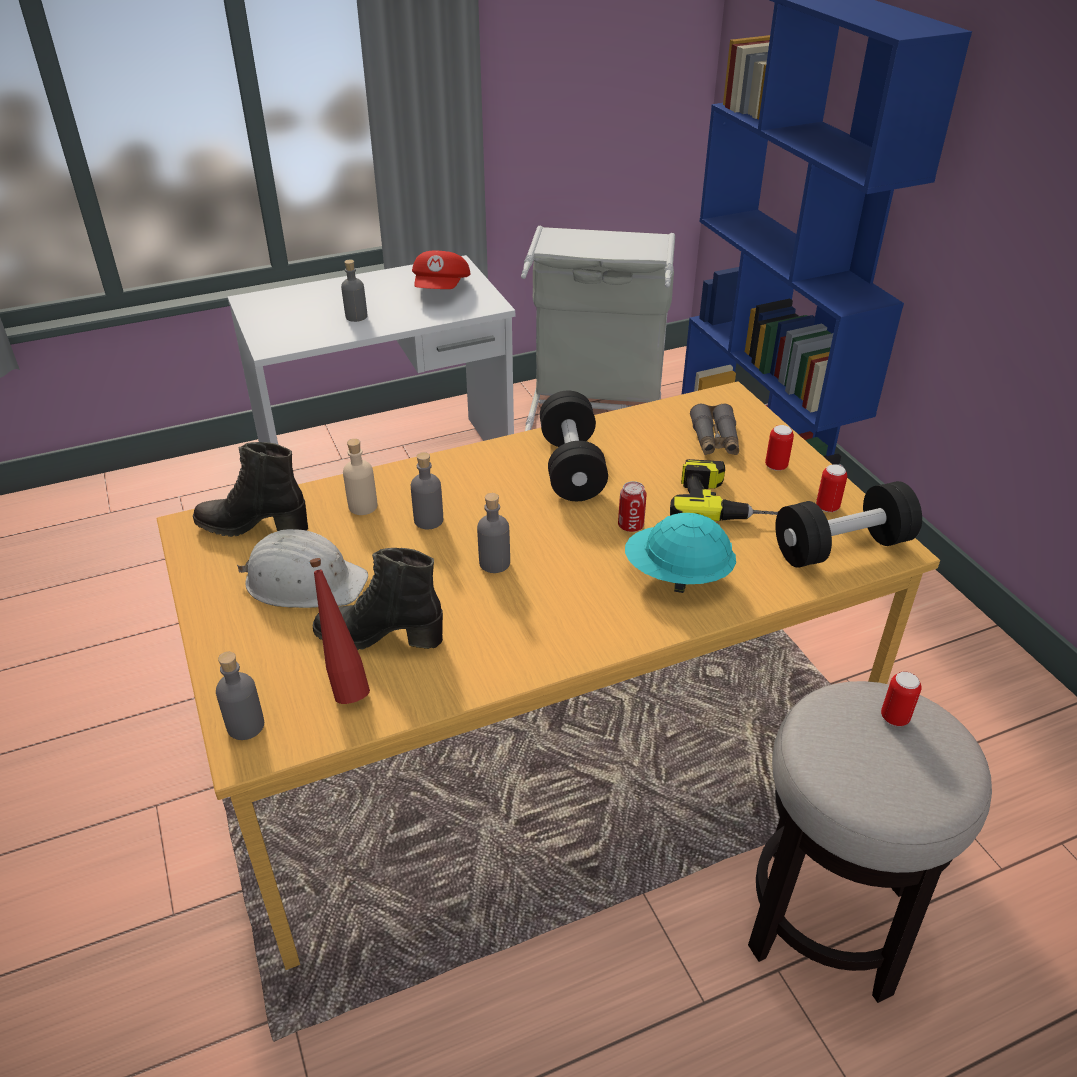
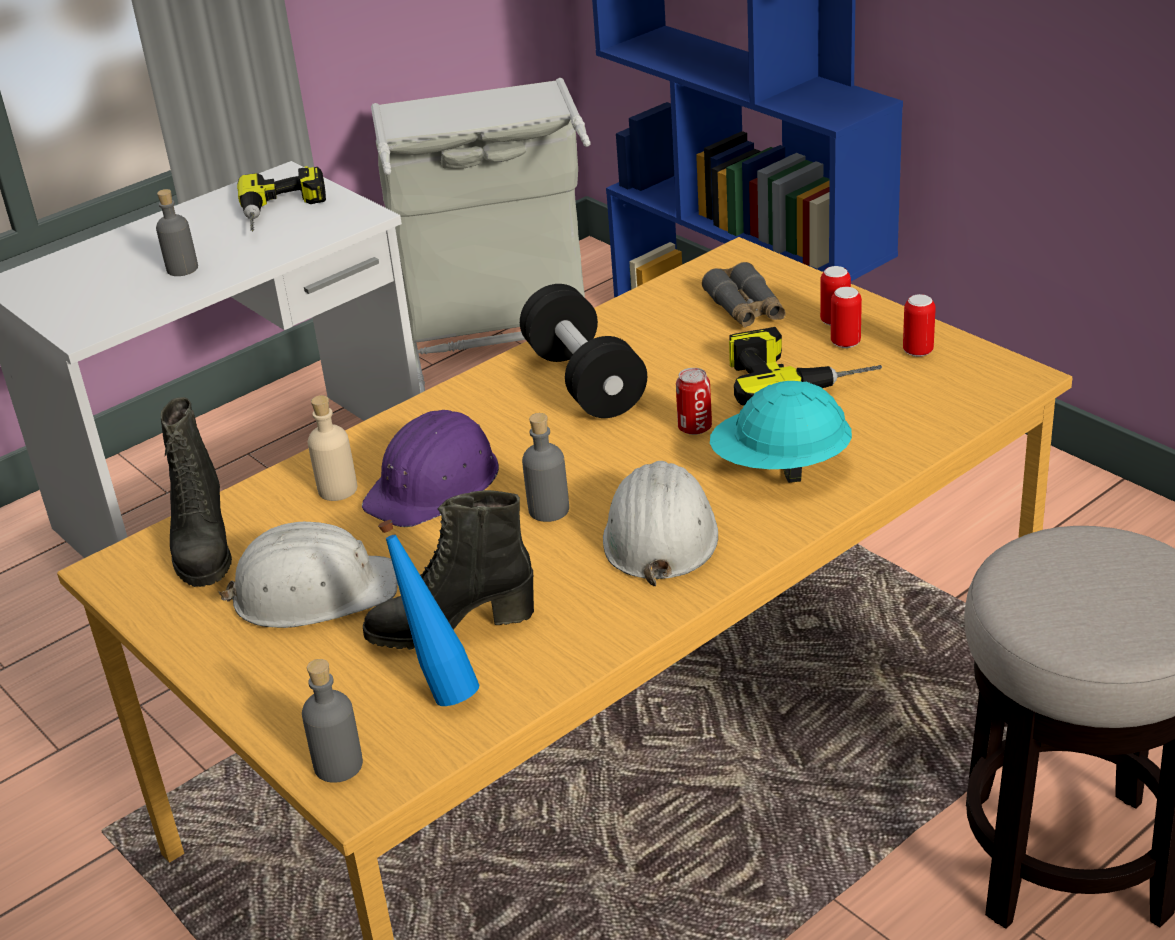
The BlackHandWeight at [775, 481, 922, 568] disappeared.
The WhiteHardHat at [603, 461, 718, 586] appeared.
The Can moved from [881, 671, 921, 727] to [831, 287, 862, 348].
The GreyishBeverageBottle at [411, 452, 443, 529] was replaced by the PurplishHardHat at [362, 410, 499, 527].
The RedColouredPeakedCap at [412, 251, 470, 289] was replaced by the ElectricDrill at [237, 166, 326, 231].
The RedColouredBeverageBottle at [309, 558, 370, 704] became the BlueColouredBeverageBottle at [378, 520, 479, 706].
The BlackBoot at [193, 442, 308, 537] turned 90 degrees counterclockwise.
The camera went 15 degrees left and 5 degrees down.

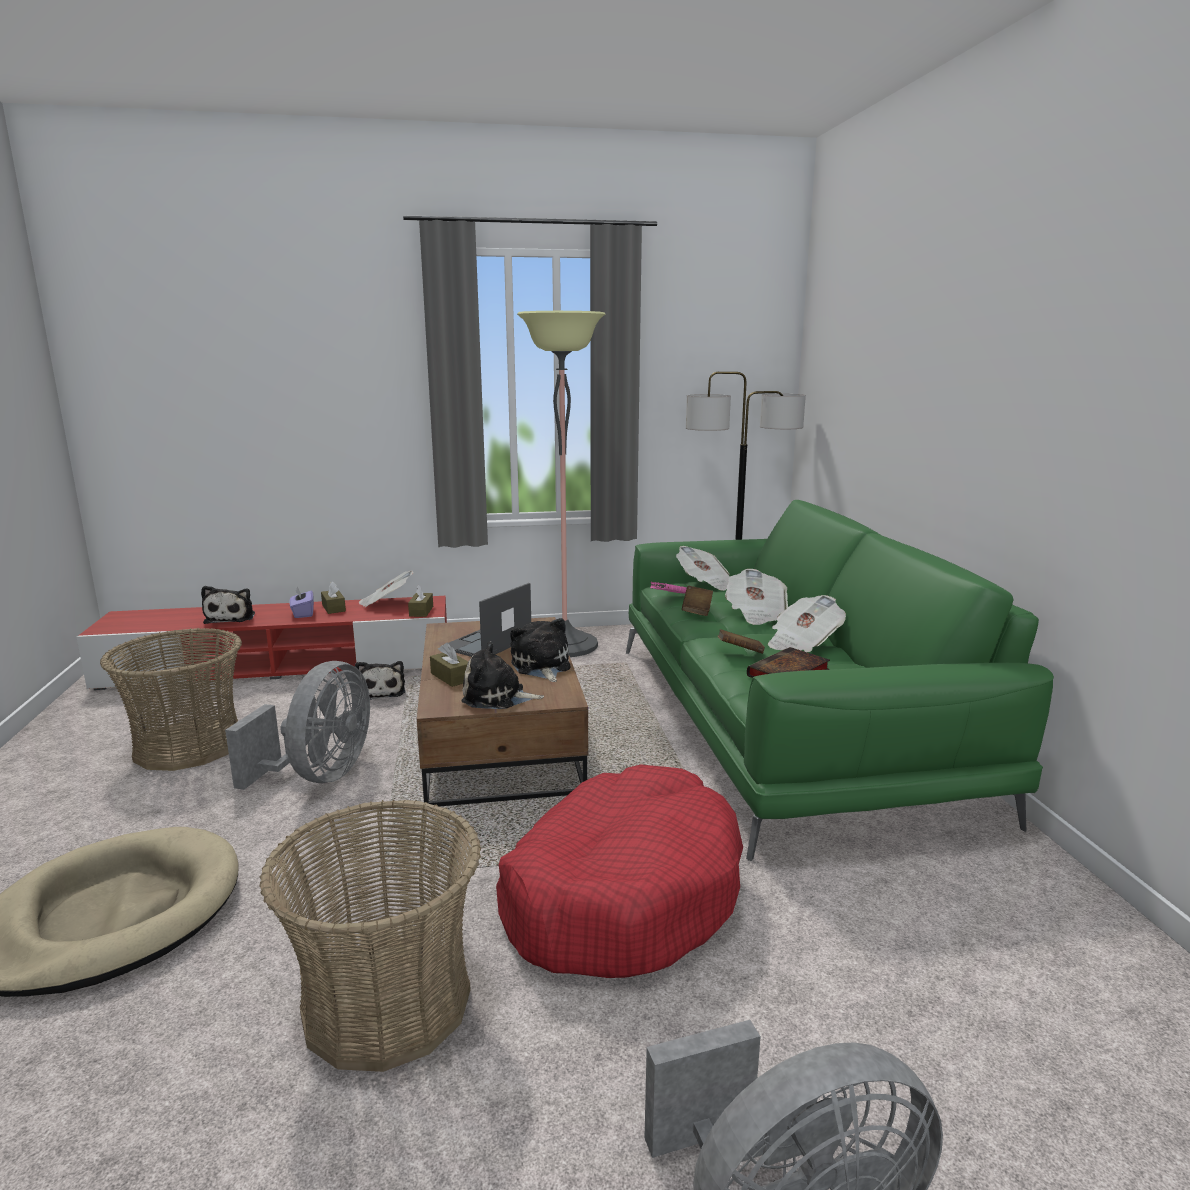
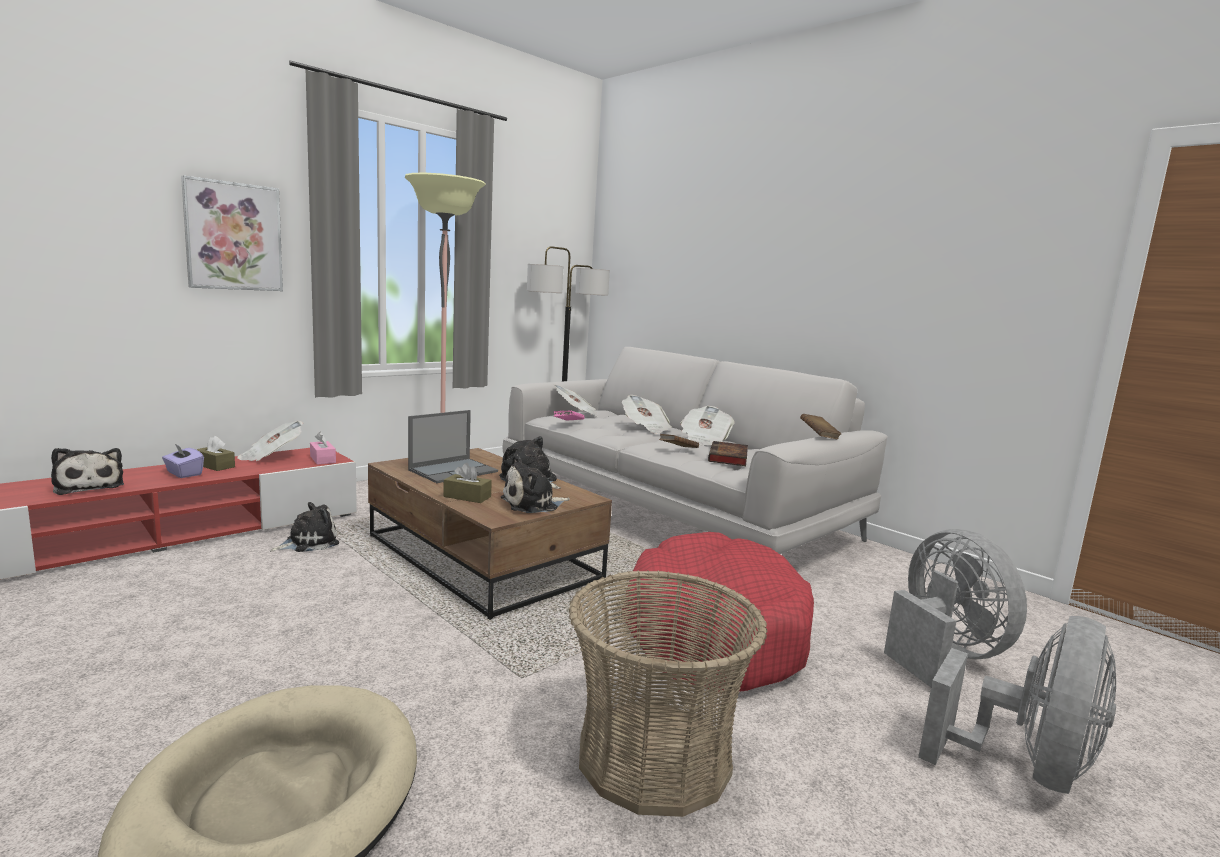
The Basket at [100, 628, 242, 771] disappeared.
The WallPicture at [181, 175, 283, 291] appeared.
The GreyishElectricFan moved from [225, 661, 370, 790] to [884, 529, 1027, 687].
The BrownColouredVolume moved from [682, 586, 713, 616] to [800, 414, 841, 439].
The BrownColouredTissueBox at [408, 584, 433, 617] became the PinkColouredTissueBox at [310, 432, 336, 465].
The GreenishSettee at [626, 500, 1054, 861] became the GreyishSettee at [502, 347, 888, 554].
The SoftToy at [355, 661, 405, 700] turned 75 degrees counterclockwise.
The PortableComputer at [449, 583, 531, 657] turned 135 degrees counterclockwise.
The camera went 35 degrees left and 5 degrees down.

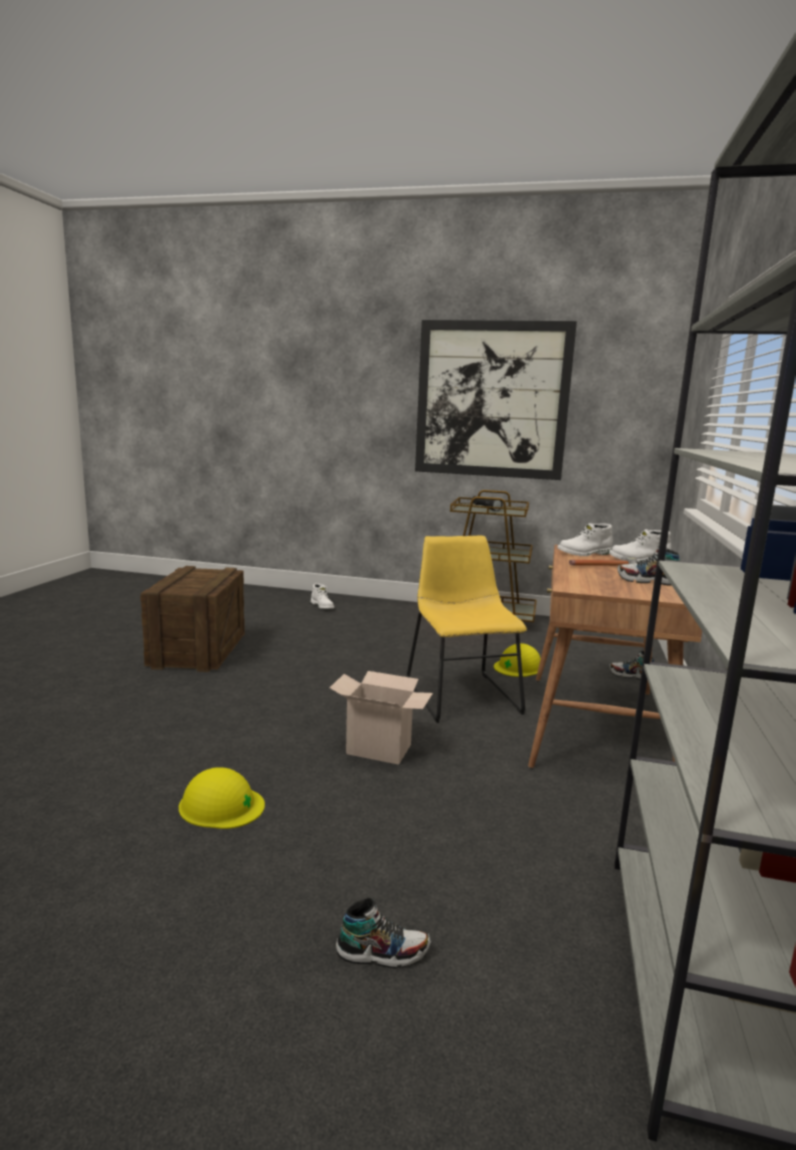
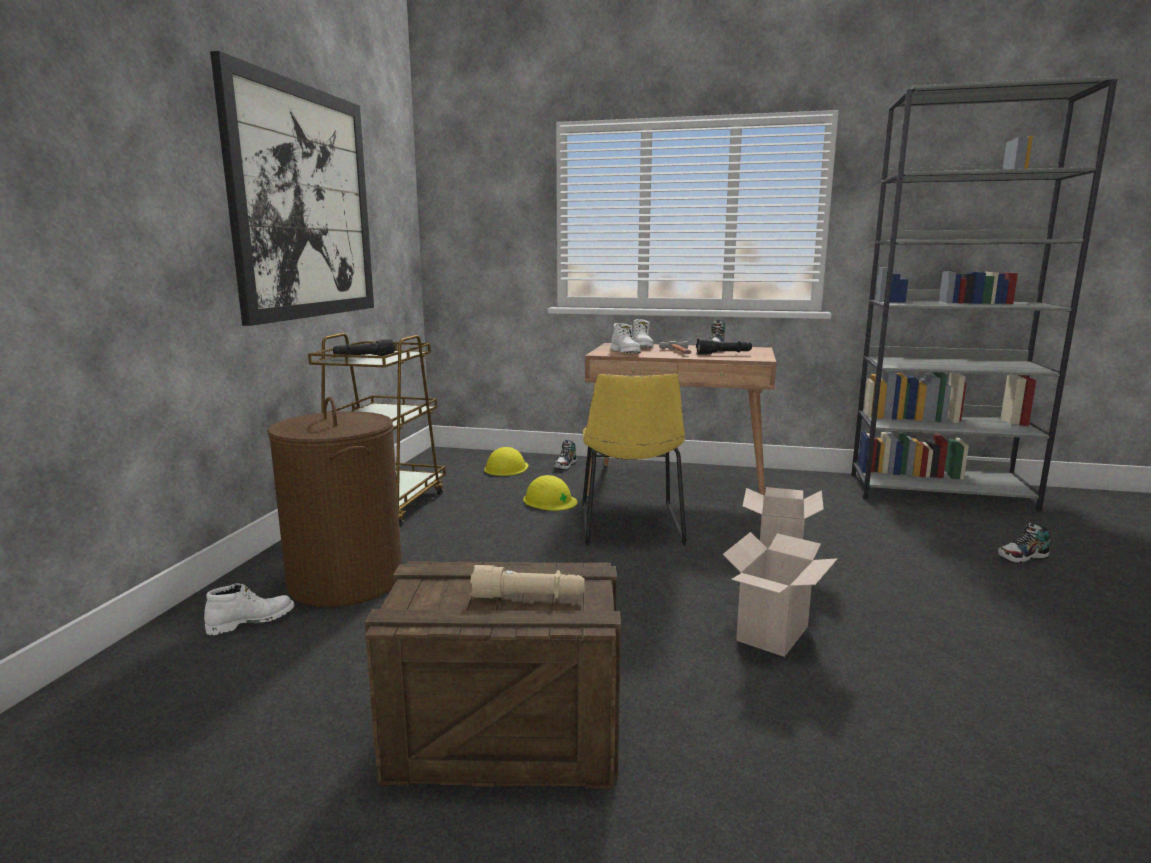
The BrownColouredHamper at [267, 397, 402, 607] appeared.
The BeigeColouredHandTorch at [470, 565, 585, 599] appeared.
The BlackHandTorch at [696, 339, 752, 354] appeared.
The CardboardBox at [723, 532, 838, 657] appeared.
The YellowishHardHat moved from [179, 767, 265, 829] to [484, 447, 528, 476].
The ItemOfFootwear at [336, 898, 430, 968] turned 105 degrees counterclockwise.
The YellowishUprightChair at [406, 536, 527, 723] turned 75 degrees counterclockwise.
The camera went 90 degrees left and 0 degrees up.

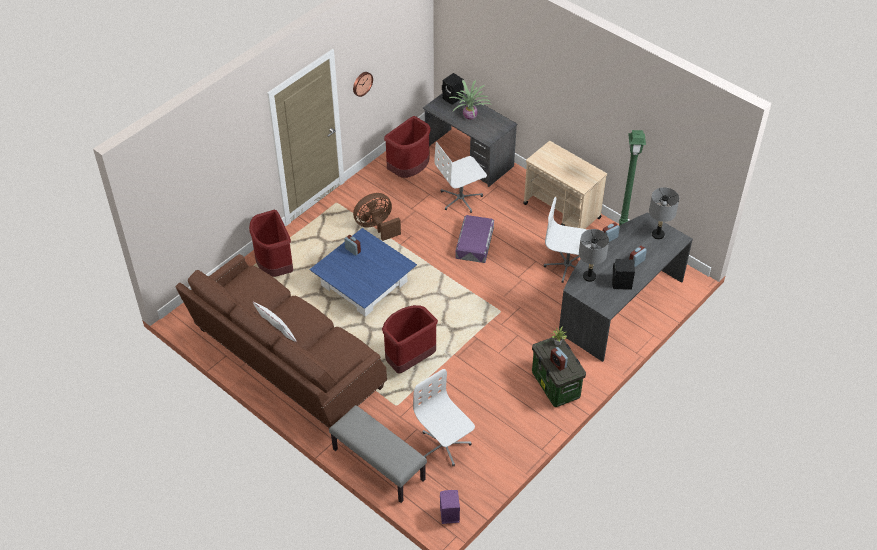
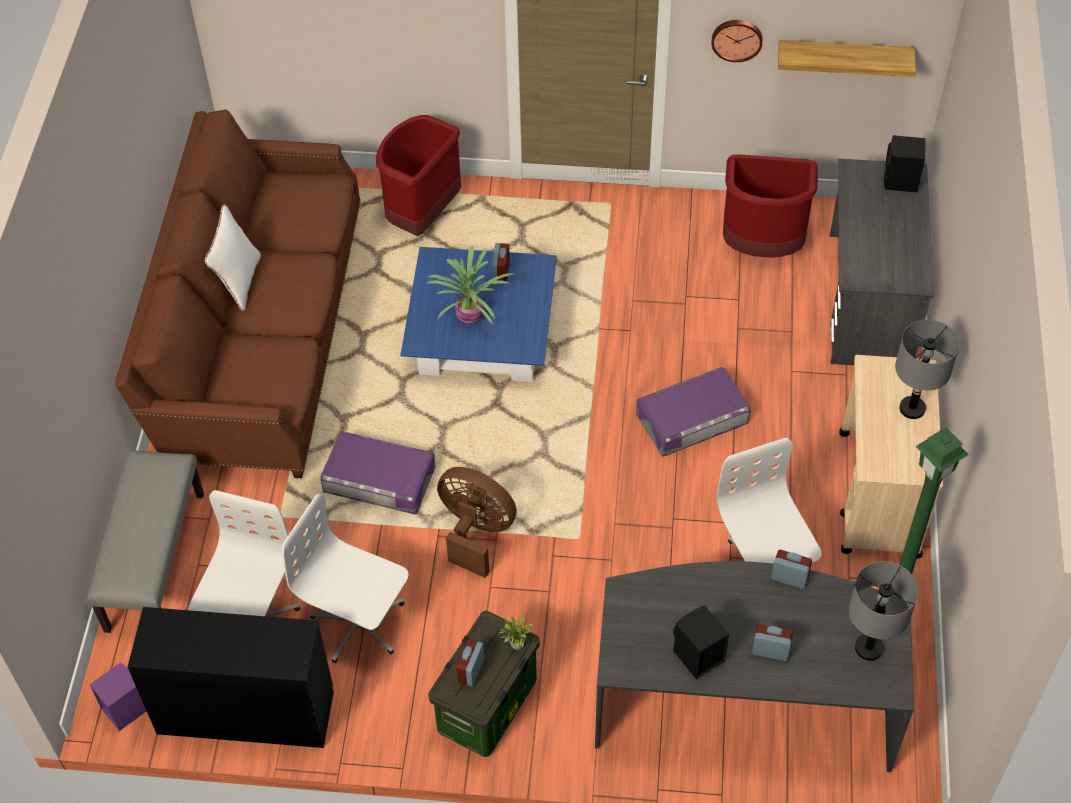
The BlackDeskTable at [128, 607, 334, 748] appeared.
The BracketShelf at [778, 40, 916, 77] appeared.
The BrownColouredElectricFan moved from [353, 193, 401, 241] to [437, 467, 517, 578].
The WhiteDeskChair moved from [434, 142, 487, 213] to [282, 494, 409, 663].
The PottedPlant moved from [449, 80, 493, 120] to [425, 245, 515, 325].
The GreyishTableLamp moved from [579, 229, 609, 282] to [895, 320, 959, 419].
The RedColouredWasteBin at [382, 305, 438, 374] was replaced by the PurplishStorageBox at [320, 431, 436, 514].
The camera went 55 degrees right and 5 degrees up.

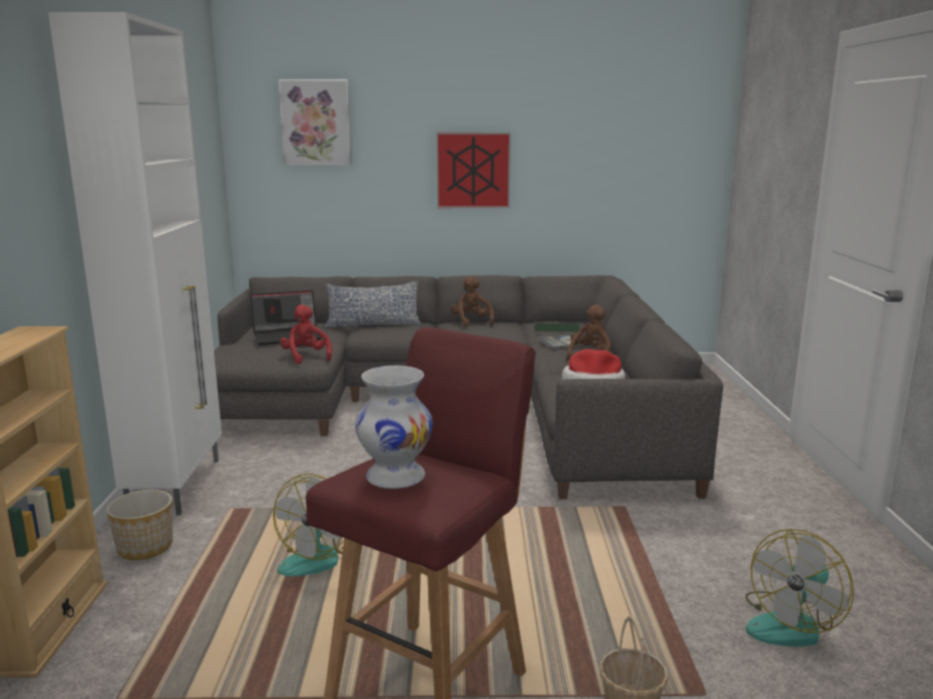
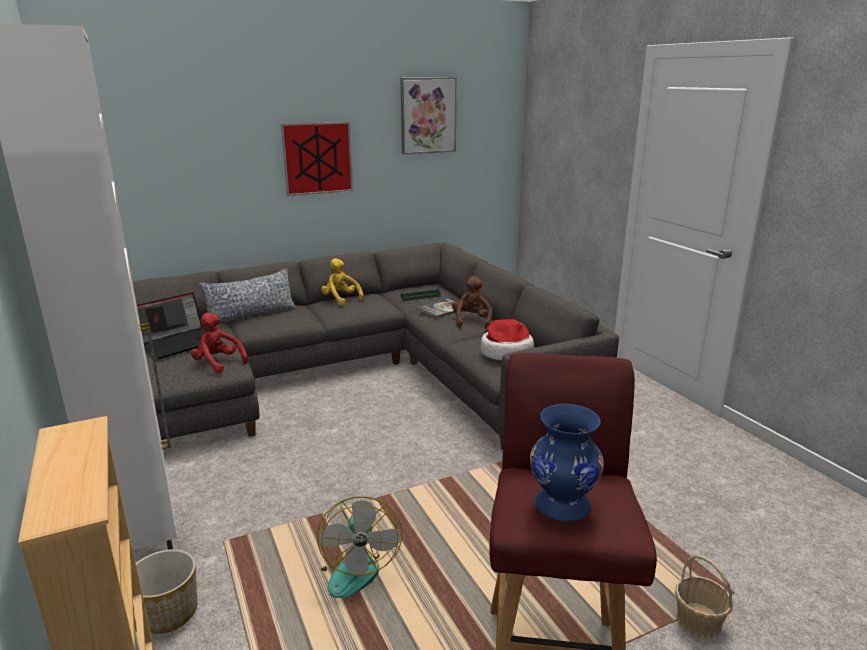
The ElectricFan at [745, 529, 854, 647] disappeared.
The WallPicture moved from [278, 79, 352, 165] to [401, 78, 457, 154].
The WhiteVase at [355, 365, 433, 489] became the BlueColouredVase at [530, 404, 604, 522].
The BrownColouredSoftToy at [450, 276, 494, 327] became the YellowishSoftToy at [321, 258, 364, 306].
The camera went 25 degrees left and 5 degrees up.

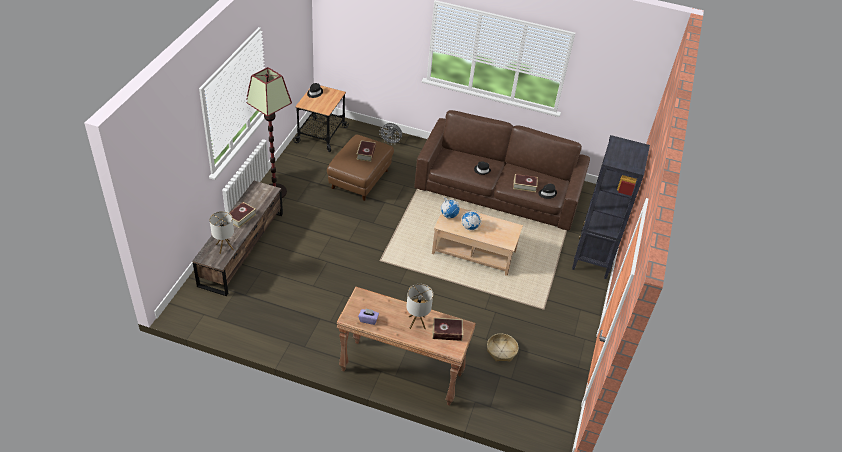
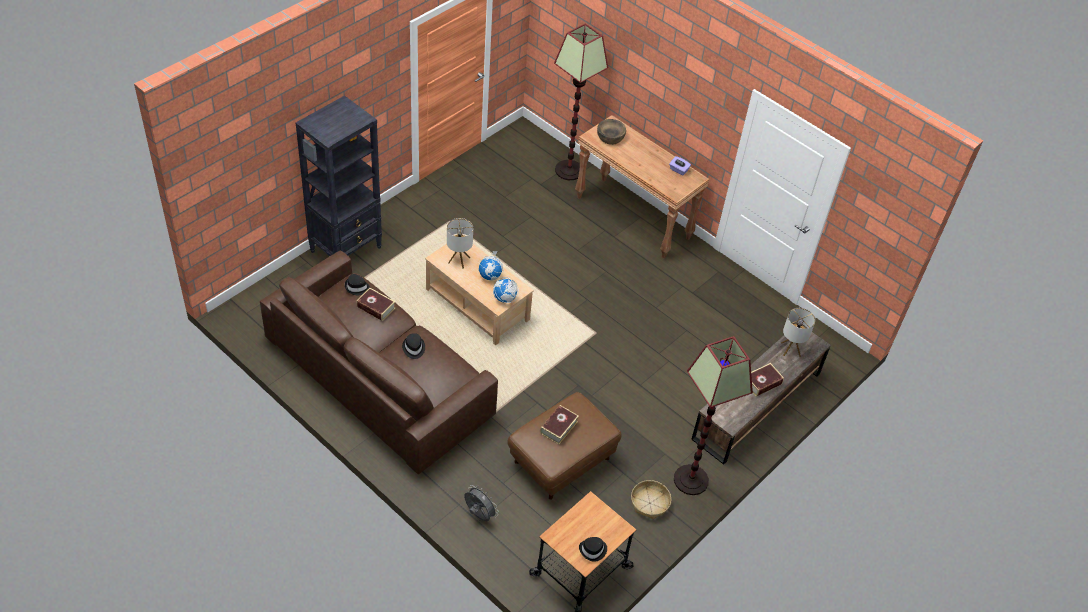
The FloorLamp at [554, 24, 608, 180] appeared.
The TableLamp moved from [406, 284, 433, 329] to [447, 218, 473, 269].
The Basket moved from [487, 334, 519, 362] to [631, 480, 671, 519].
The Volume at [432, 318, 463, 341] was replaced by the BrownColouredServingBowl at [597, 119, 626, 145].
The camera went 155 degrees left and 5 degrees up.

